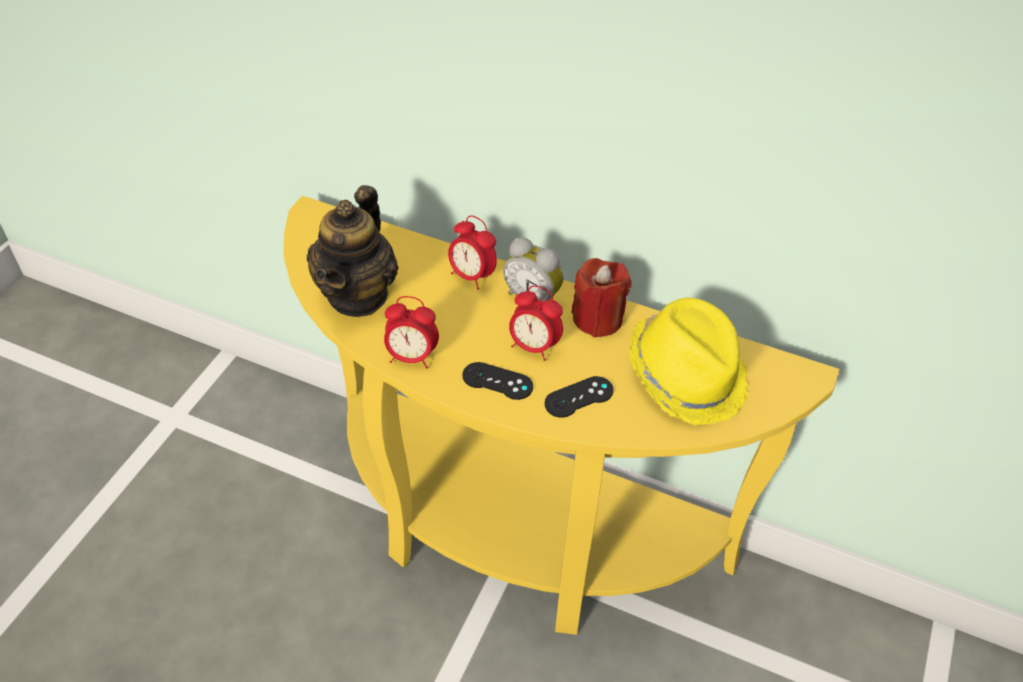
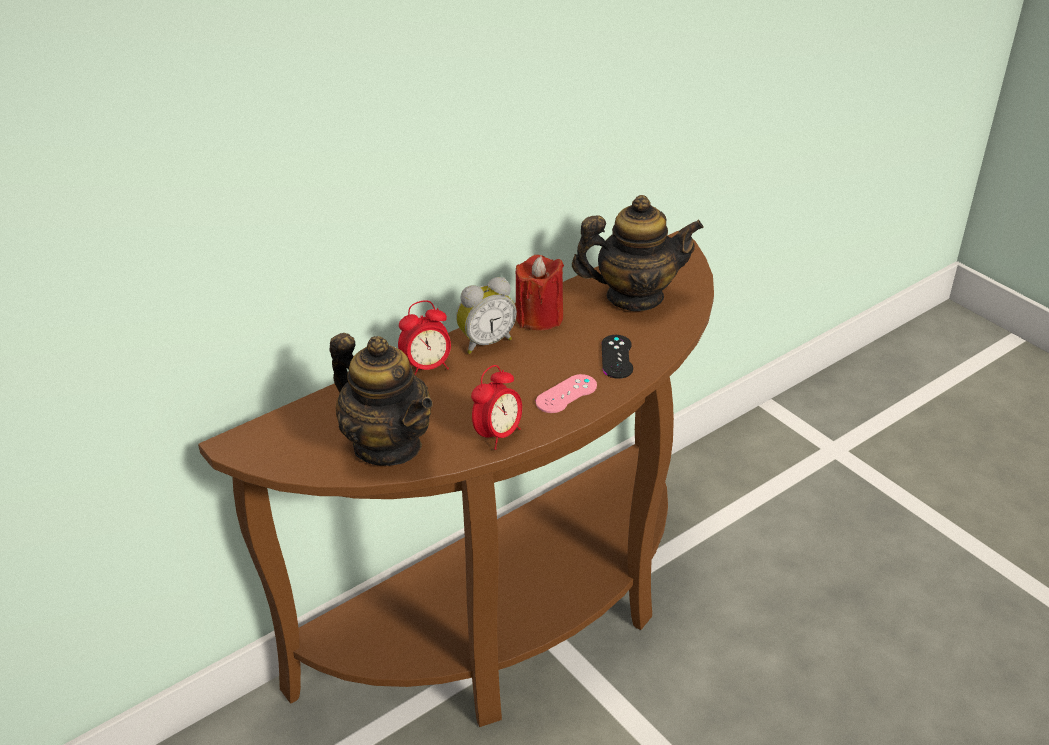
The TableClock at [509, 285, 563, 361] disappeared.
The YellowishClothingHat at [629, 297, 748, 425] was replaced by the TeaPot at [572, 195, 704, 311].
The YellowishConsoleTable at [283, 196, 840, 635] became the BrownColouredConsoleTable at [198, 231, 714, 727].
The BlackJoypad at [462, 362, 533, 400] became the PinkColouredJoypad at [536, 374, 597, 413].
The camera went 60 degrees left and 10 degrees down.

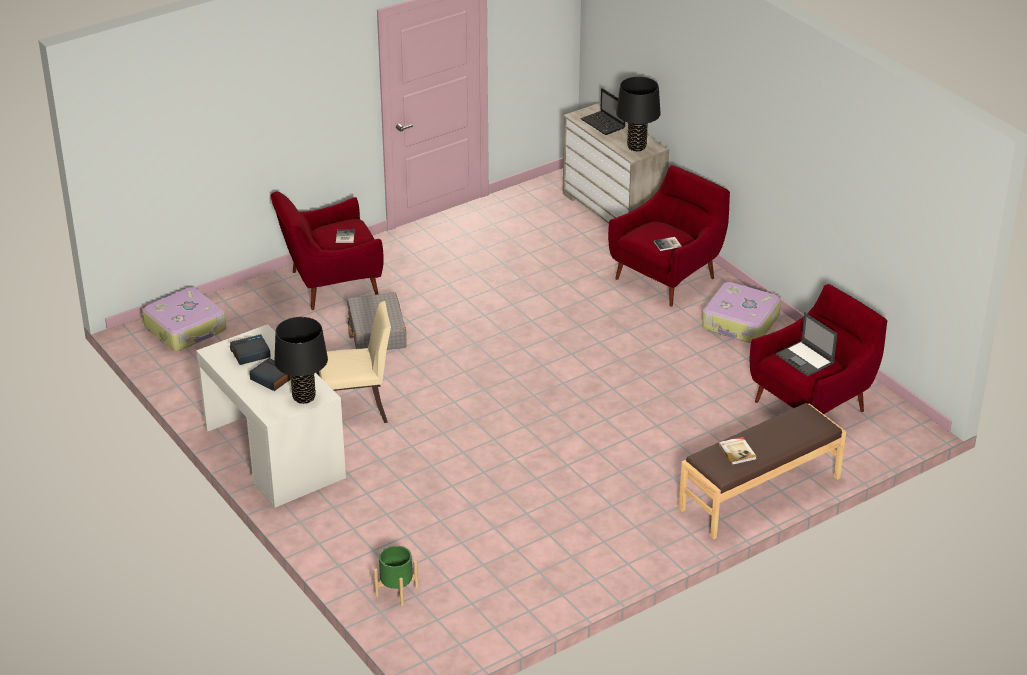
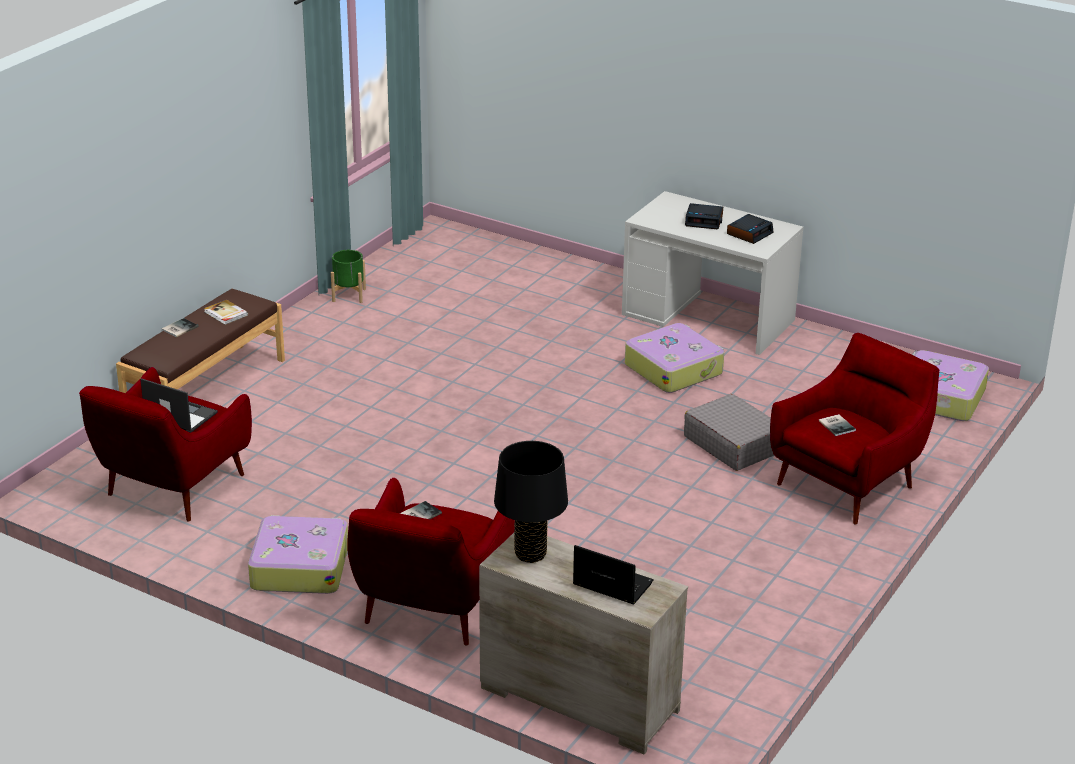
The BlackTableLamp at [275, 317, 328, 404] disappeared.
The Volume at [162, 318, 198, 337] appeared.
The GreenishPlantPot moved from [374, 546, 418, 606] to [331, 250, 366, 303].
The BeigeColouredUprightChair at [316, 301, 391, 423] was replaced by the PieceOfLuggage at [625, 323, 724, 393].
The camera went 155 degrees right and 5 degrees down.

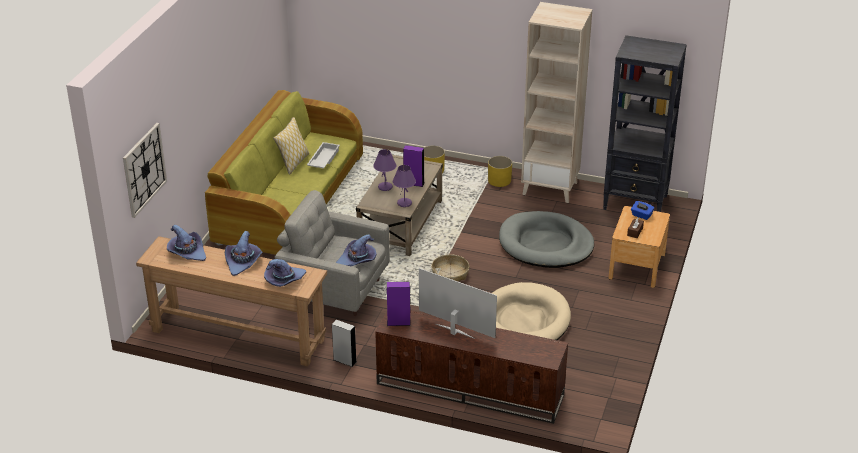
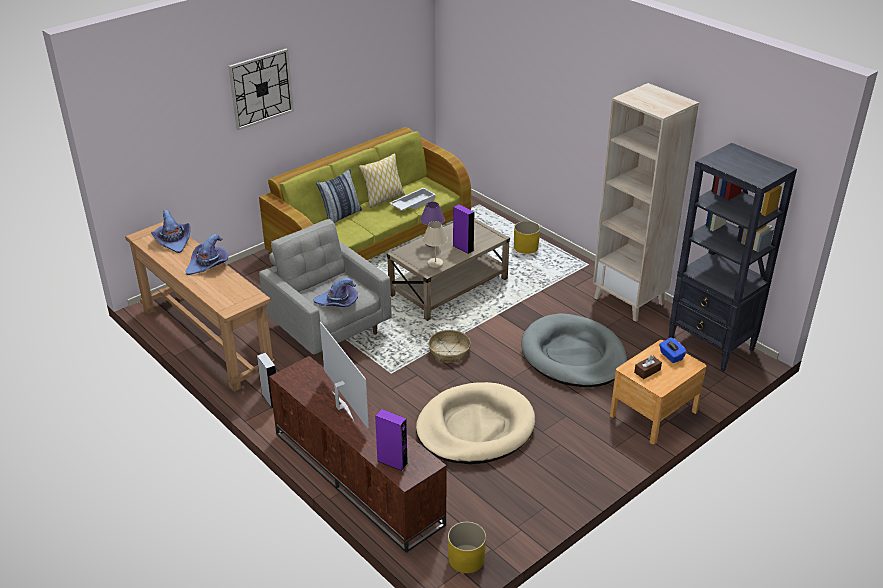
The PurplishClothingHat at [264, 259, 306, 287] disappeared.
The Cushion at [316, 168, 362, 223] appeared.
The ClockOnTheWall moved from [123, 123, 167, 218] to [228, 48, 294, 130].
The PurplishSpeaker moved from [387, 282, 411, 326] to [375, 409, 408, 471].
The YellowishPlantPot moved from [488, 156, 512, 187] to [448, 522, 486, 573].
The PurplishTableLamp at [393, 165, 416, 207] became the BeigeColouredTableLamp at [422, 221, 448, 268].
The camera went 30 degrees right and 0 degrees up.

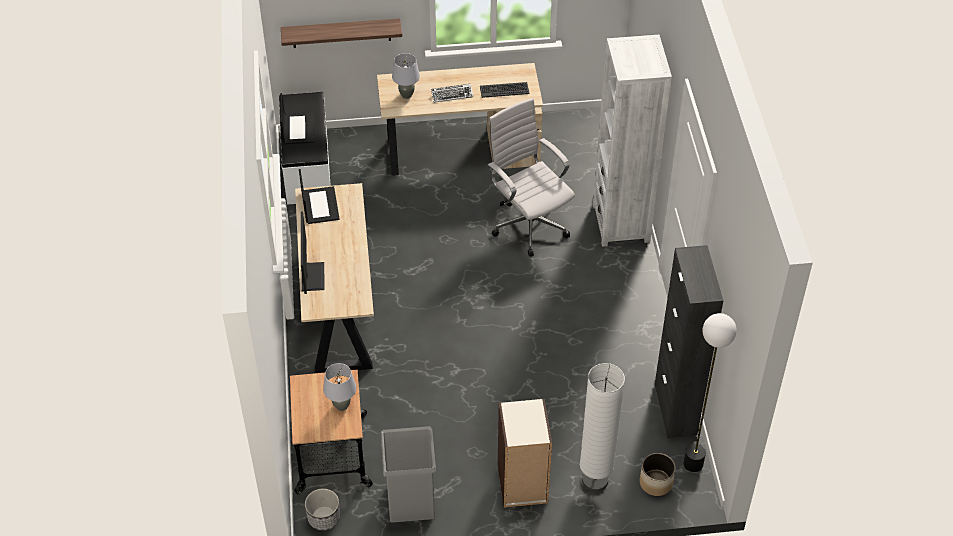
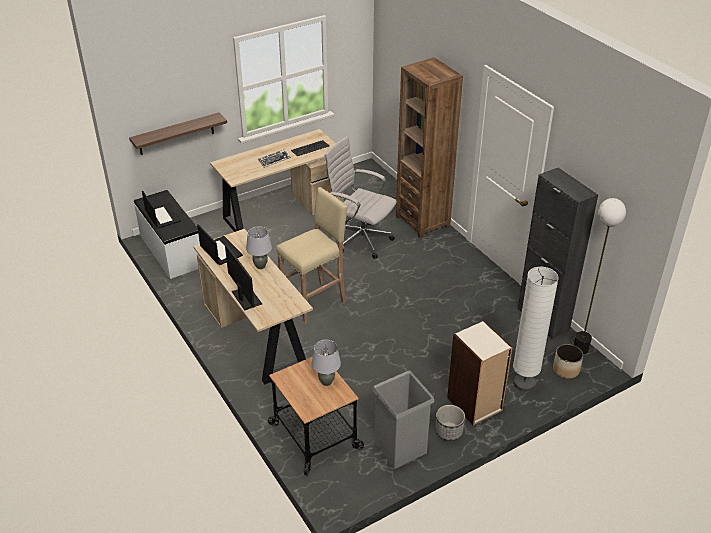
The BeigeColouredSittingStool at [276, 187, 348, 324] appeared.
The PlantPot moved from [305, 488, 340, 531] to [435, 405, 465, 441].
The GreyishTableLamp moved from [392, 53, 420, 99] to [246, 227, 272, 269].
The WhiteBookcase at [593, 35, 672, 247] became the BrownColouredBookcase at [396, 57, 463, 239].
The camera went 25 degrees left and 10 degrees down.

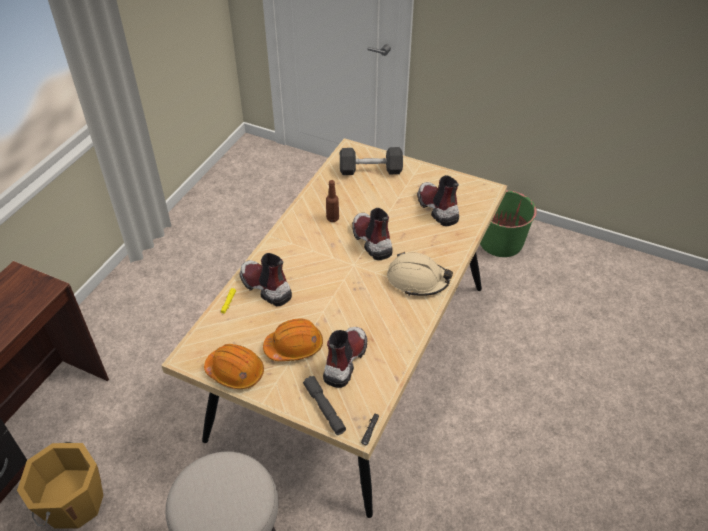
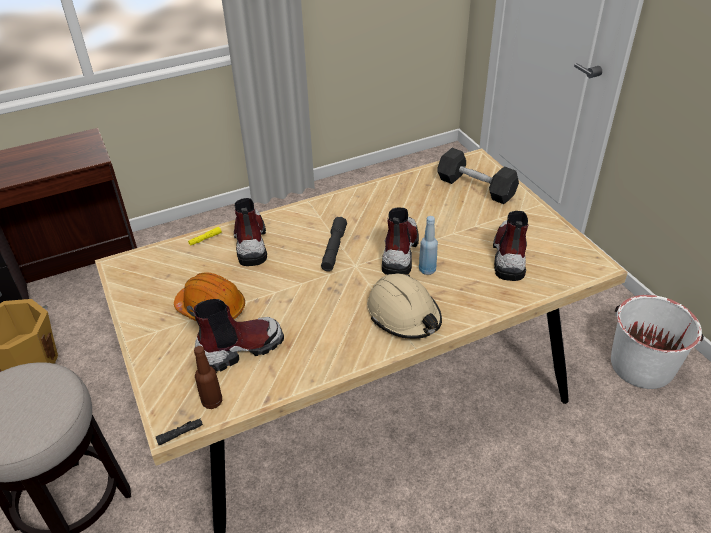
The OrangeColouredHardHat at [204, 344, 264, 389] disappeared.
The BlueColouredBeverageBottle at [419, 216, 438, 275] appeared.
The GreyishHandTorch moved from [303, 376, 346, 435] to [321, 217, 347, 271].
The BrownColouredBeverageBottle moved from [326, 180, 339, 222] to [194, 346, 222, 409].
The GreenishBucket at [480, 190, 537, 257] became the WhiteBucket at [611, 295, 704, 389].
The camera went 40 degrees right and 5 degrees down.

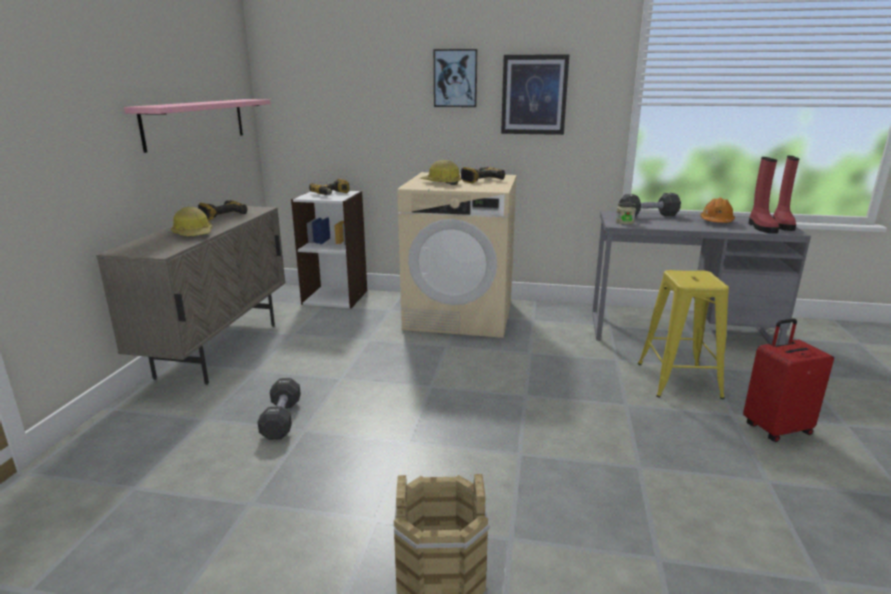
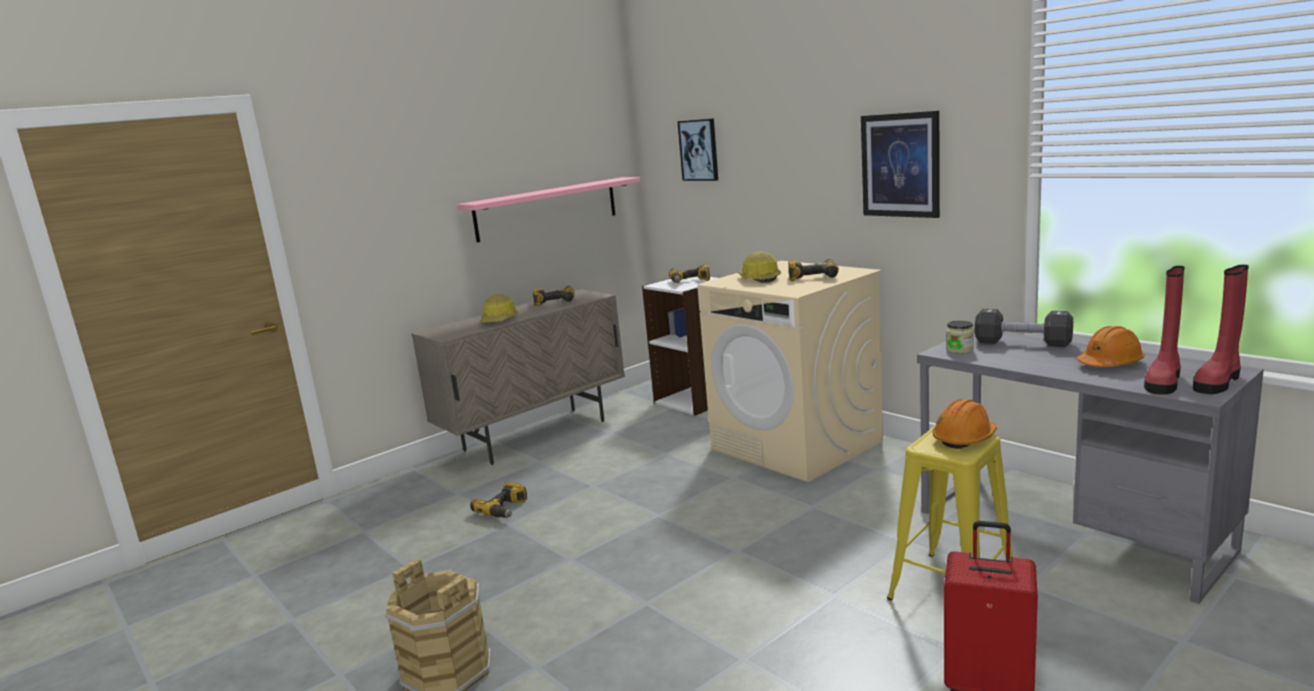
The OrangeColouredHardHat at [932, 399, 997, 449] appeared.
The WallPicture moved from [434, 49, 477, 107] to [677, 118, 718, 181].
The BlackHandWeight at [257, 378, 301, 440] was replaced by the ElectricDrill at [470, 482, 527, 518].
The camera went 40 degrees right and 5 degrees down.

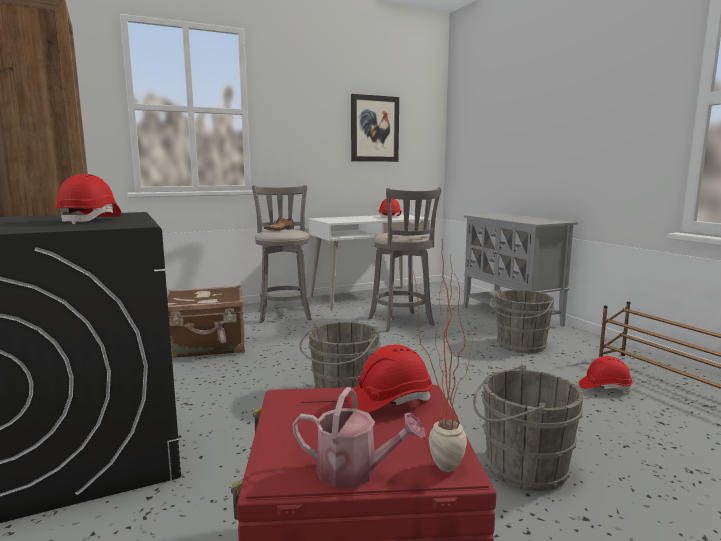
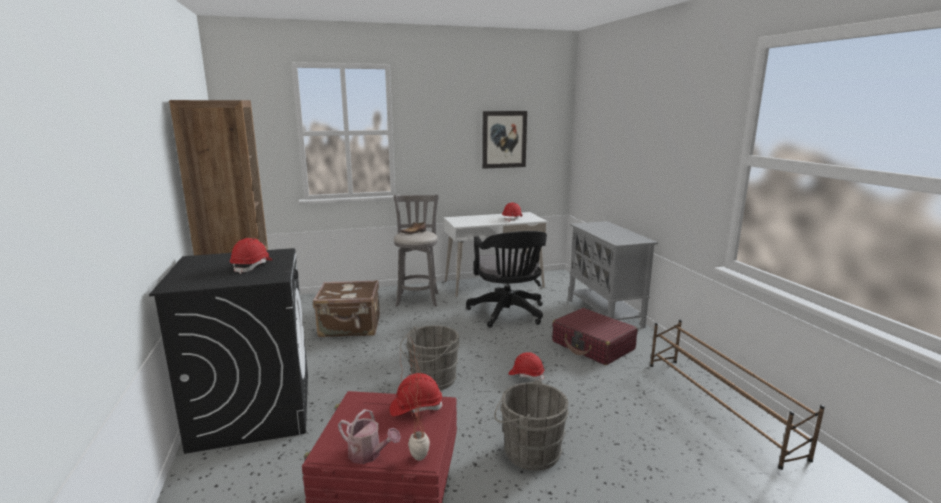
The RedColouredHardHat moved from [579, 356, 633, 392] to [508, 352, 544, 381].
The GreyishSittingStool at [368, 187, 441, 331] was replaced by the BlackDeskChair at [466, 231, 547, 328].
The GreyishBucket at [489, 289, 554, 353] was replaced by the RedColouredPieceOfLuggage at [552, 308, 638, 365].
The camera went 10 degrees right and 5 degrees up.

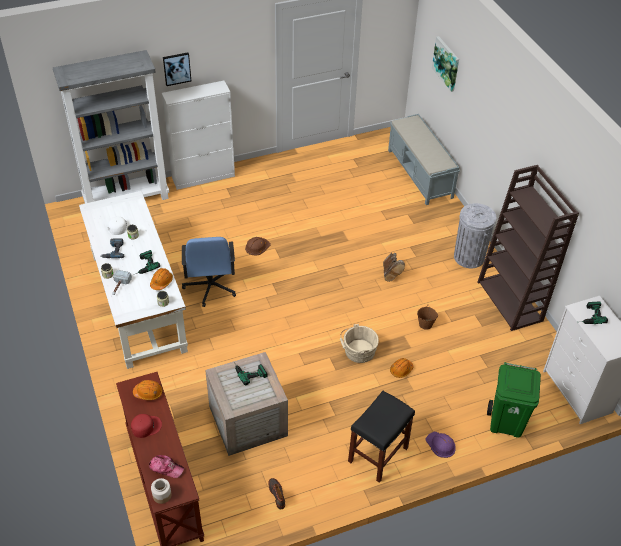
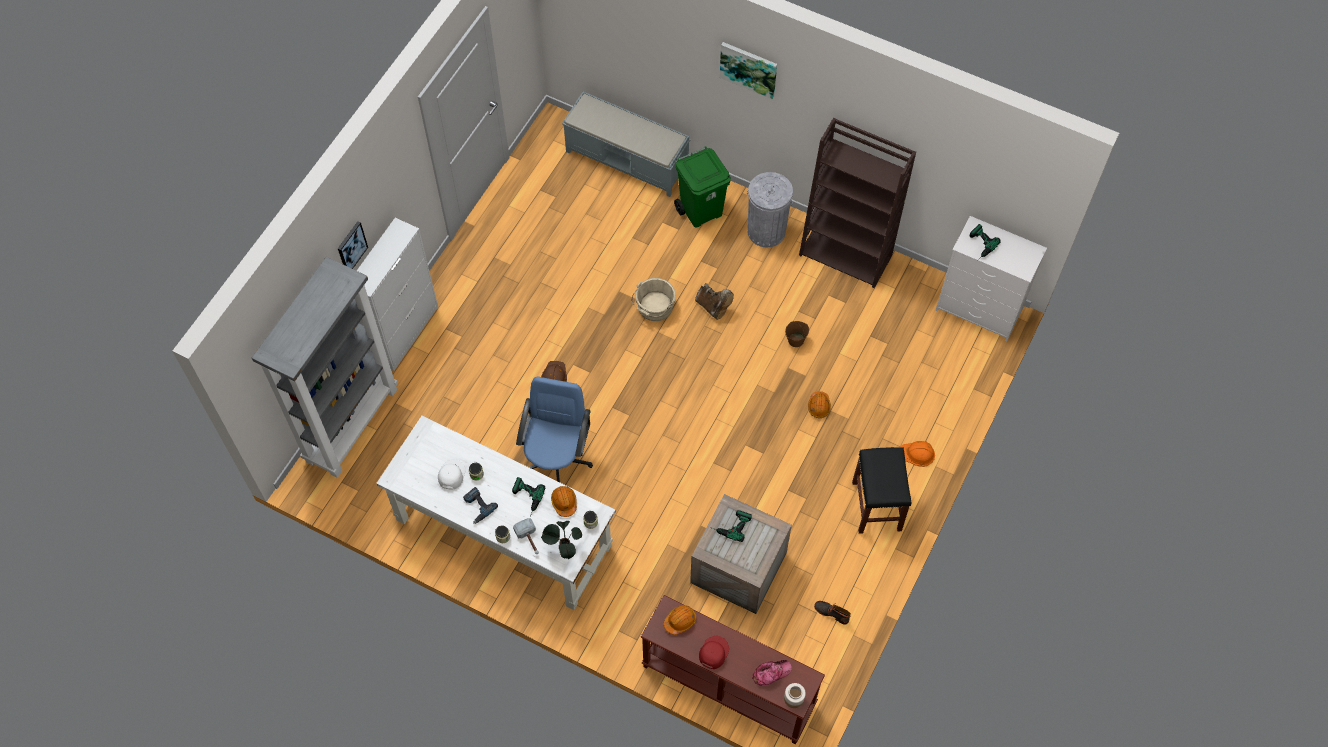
The PottedPlant at [541, 521, 582, 559] appeared.
The BeigeColouredBucket moved from [340, 324, 379, 363] to [632, 278, 676, 321].
The WallPicture moved from [432, 36, 459, 92] to [719, 42, 777, 99].
The GreenishWasteBin moved from [487, 362, 541, 438] to [674, 146, 731, 228].
The PurplishHardHat at [425, 432, 456, 458] became the OrangeColouredHardHat at [900, 441, 935, 467].
The BlueColouredDeskChair at [182, 237, 236, 307] turned 120 degrees counterclockwise.
The camera went 40 degrees left and 15 degrees up.

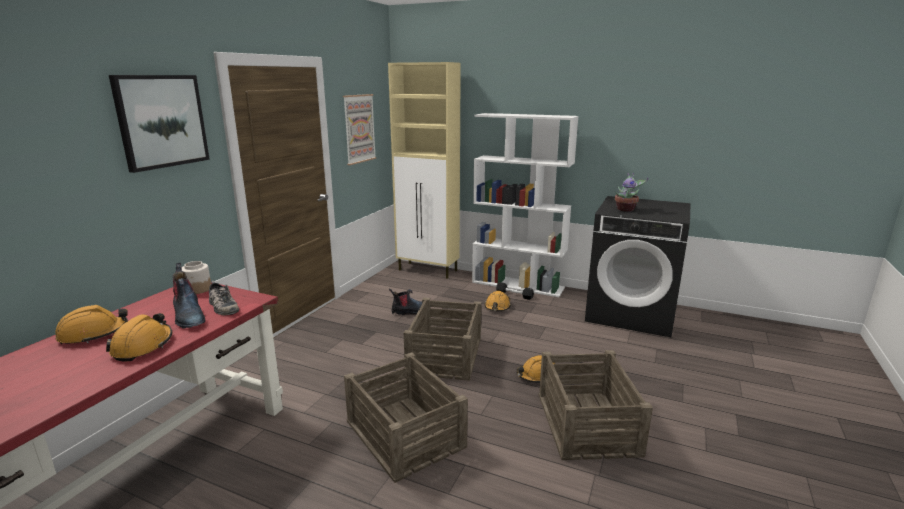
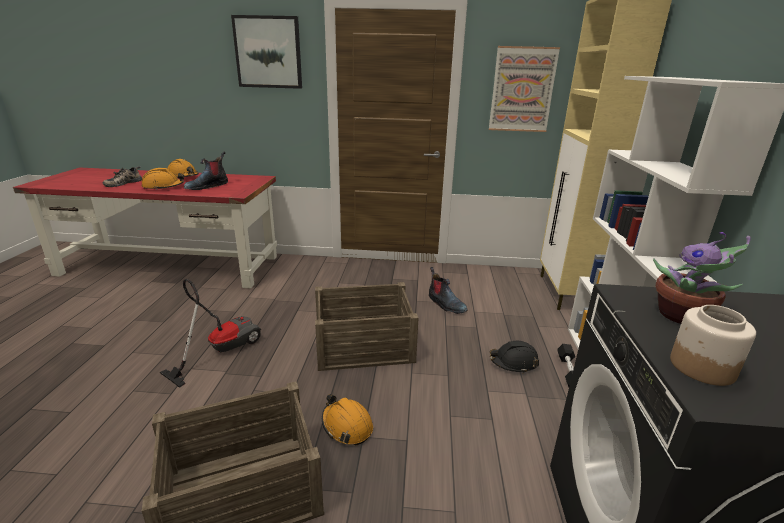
The Jar moved from [182, 261, 211, 294] to [670, 305, 756, 386].
The ItemOfFootwear moved from [209, 281, 239, 316] to [103, 166, 142, 187].
The Crate at [344, 352, 468, 483] was replaced by the VacuumCleaner at [160, 279, 261, 388].
The OrangeColouredHardHat at [484, 291, 511, 311] became the BlackHardHat at [490, 341, 539, 373].
The camera went 70 degrees right and 5 degrees up.

